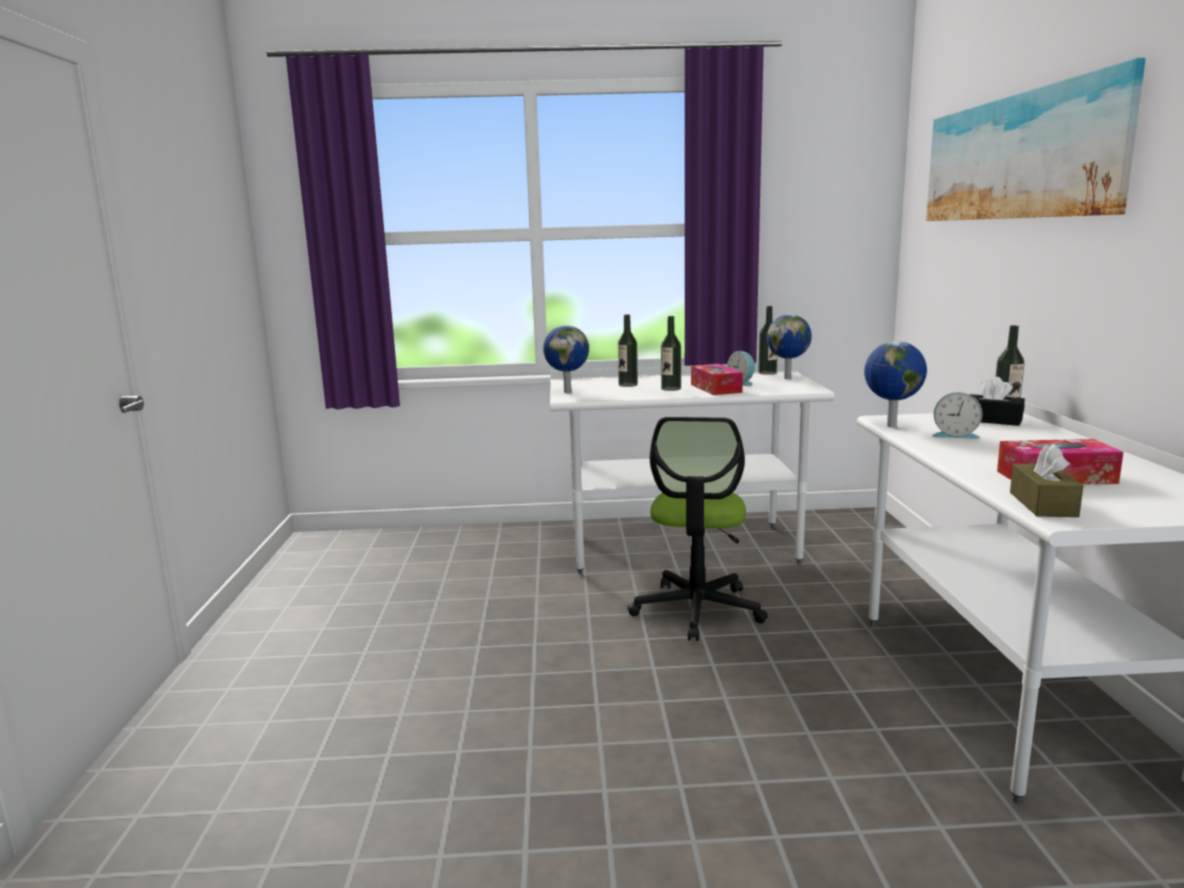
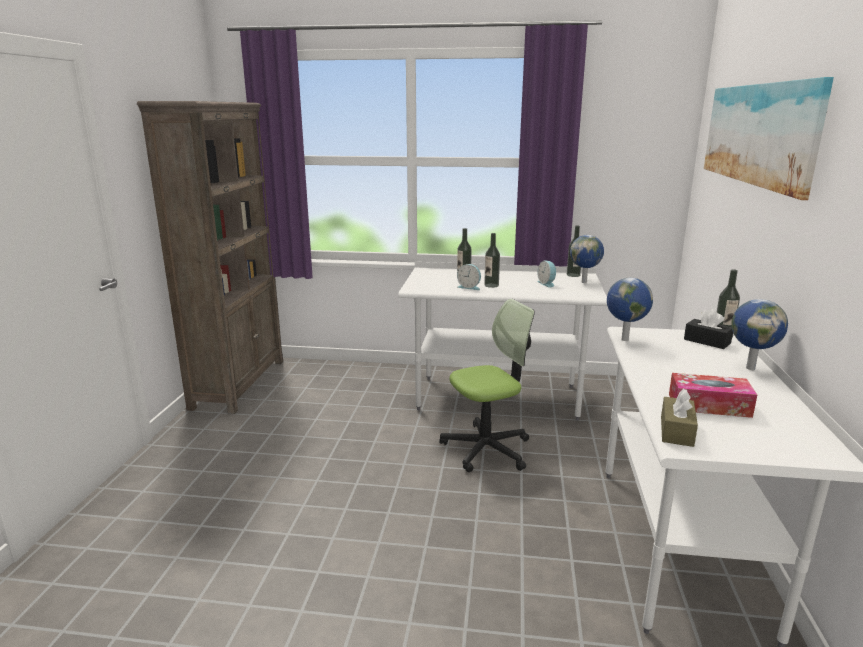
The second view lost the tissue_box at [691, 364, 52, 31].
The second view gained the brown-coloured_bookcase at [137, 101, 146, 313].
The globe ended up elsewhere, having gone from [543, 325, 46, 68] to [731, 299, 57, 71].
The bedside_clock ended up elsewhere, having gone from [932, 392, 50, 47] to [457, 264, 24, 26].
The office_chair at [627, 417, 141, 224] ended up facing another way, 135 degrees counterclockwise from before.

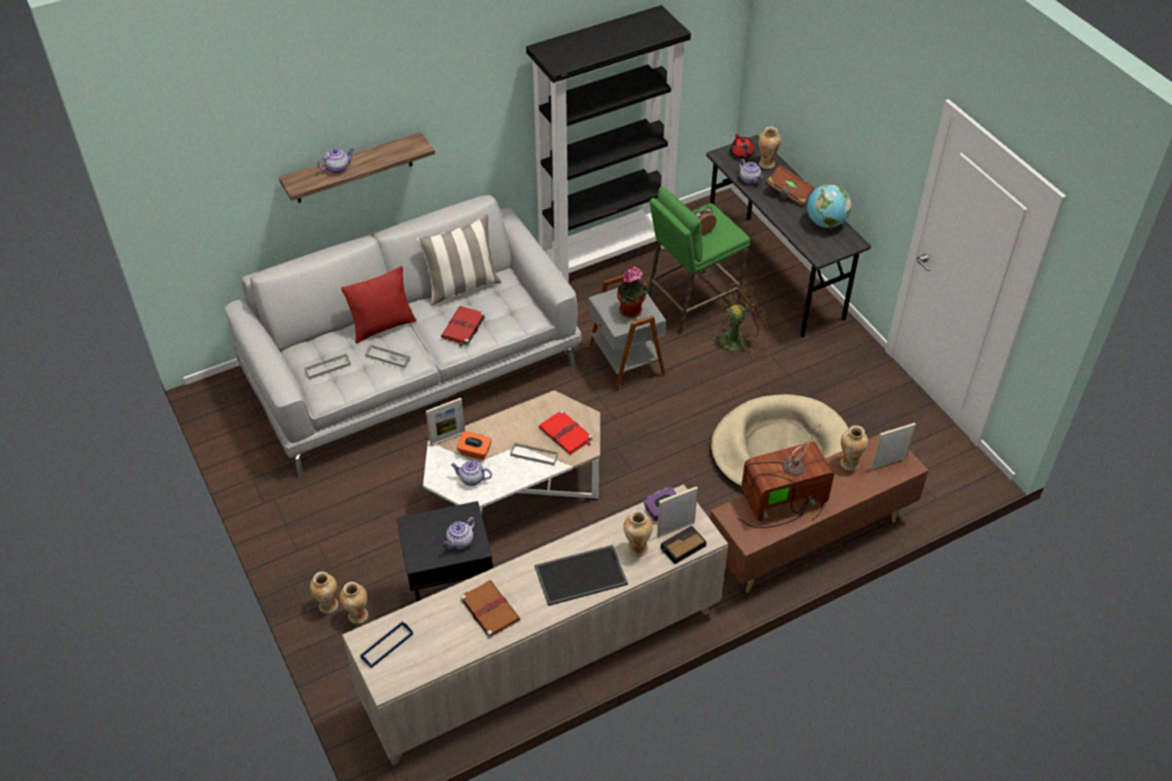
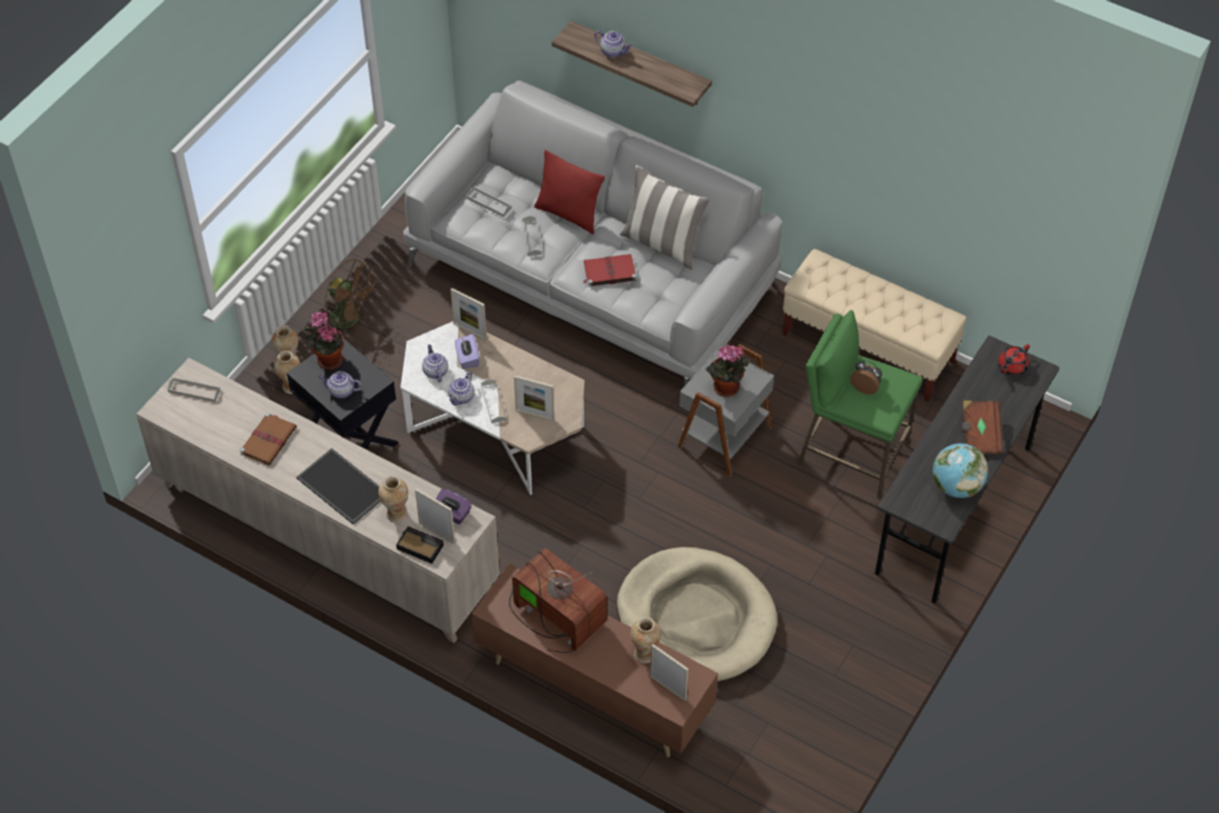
The second view lost the decorative_vase at [758, 127, 23, 42].
The second view gained the potted_plant at [304, 311, 40, 59].
The brown-coloured_electric_fan ended up elsewhere, having gone from [711, 280, 57, 73] to [325, 259, 53, 69].
The teapot ended up elsewhere, having gone from [739, 159, 24, 25] to [448, 372, 27, 33].
Where the black_bookcase stood at [526, 5, 165, 278], the sand-coloured_indoor_bench came to stand at [782, 249, 185, 153].
Where the red-coloured_volume stood at [539, 410, 54, 45], the photo_frame came to stand at [514, 375, 40, 46].
What was the blue-coloured_tray at [360, 622, 53, 46] turned into the grey_tray at [167, 377, 54, 25].
What was the orange-coloured_tissue_box at [457, 432, 35, 28] turned into the purple_tissue_box at [455, 334, 25, 35].

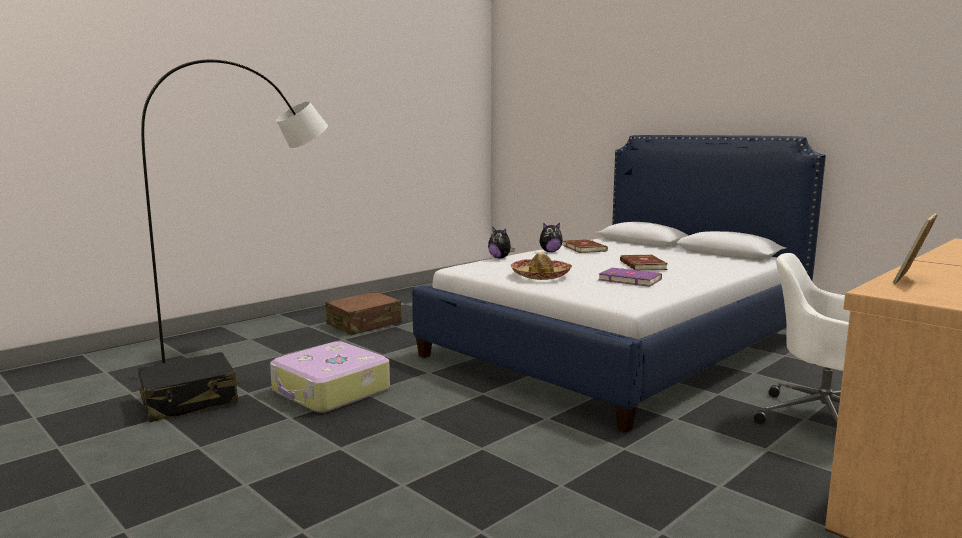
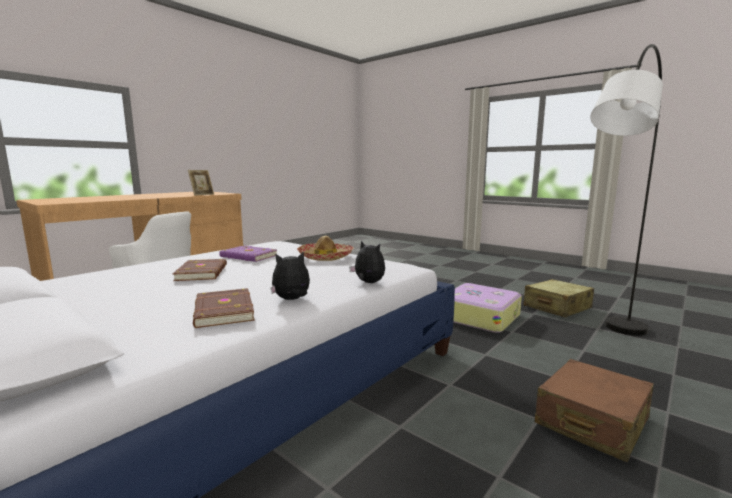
What was the black_travel_case at [138, 352, 102, 70] turned into the sand-coloured_travel_case at [523, 279, 71, 38].

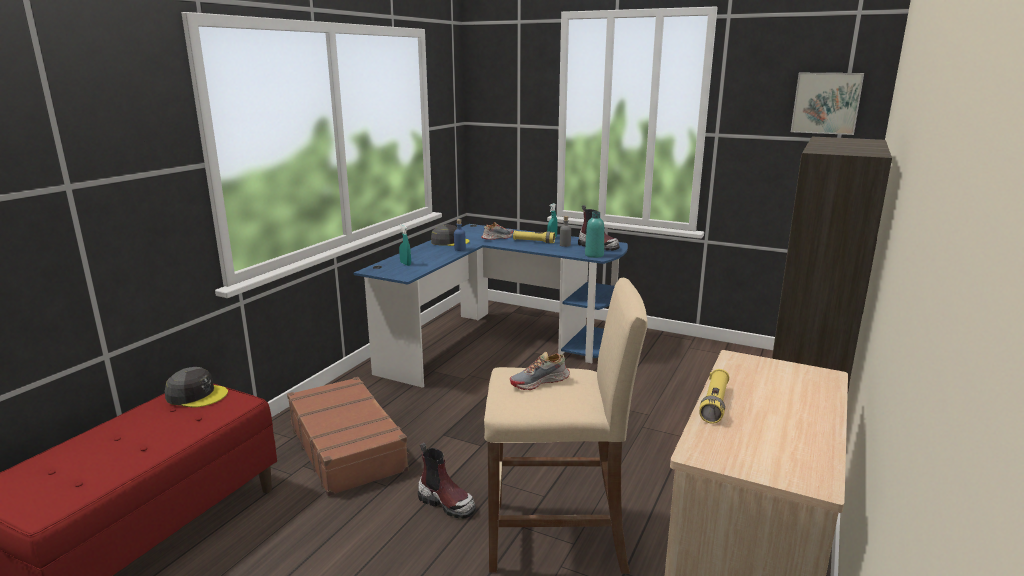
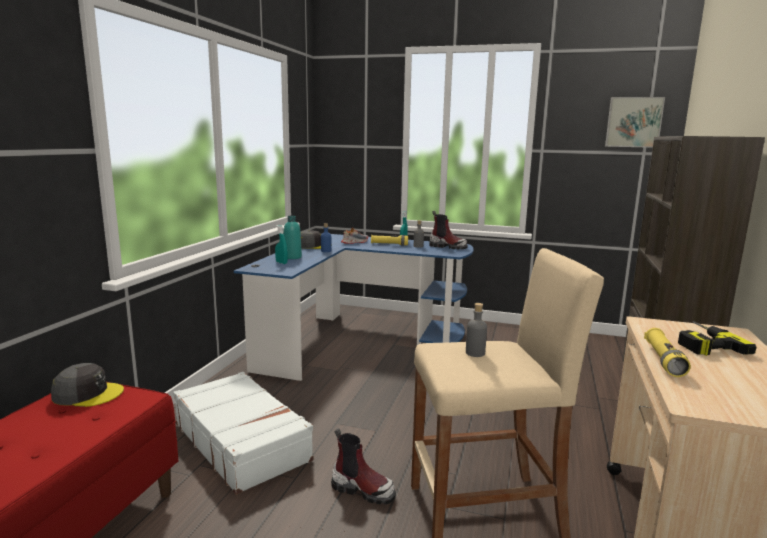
The second view gained the electric_drill at [678, 321, 78, 35].
The turquoise-coloured_beverage_bottle ended up elsewhere, having gone from [585, 211, 19, 47] to [284, 216, 18, 43].
Where the item_of_footwear stood at [510, 352, 60, 38], the grey_beverage_bottle came to stand at [466, 303, 21, 54].
What was the brown-coloured_travel_case at [287, 377, 122, 119] turned into the whitish_travel_case at [173, 372, 140, 123].

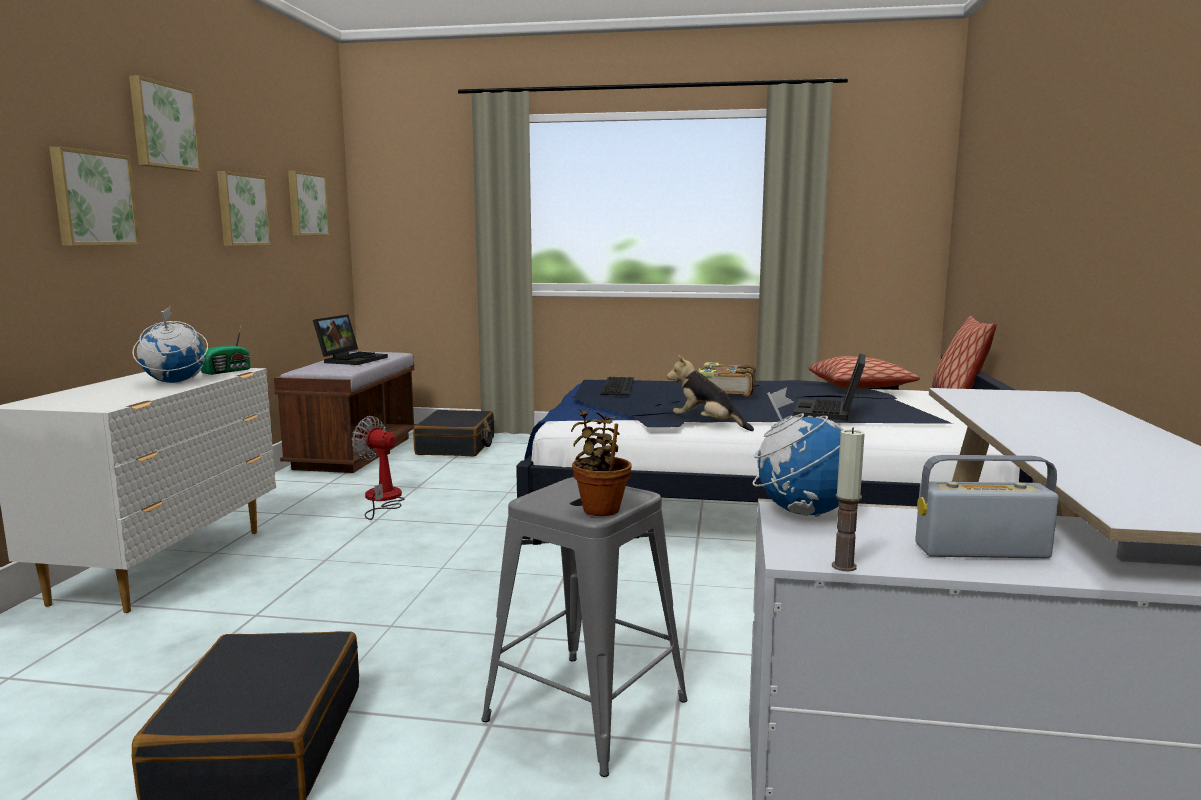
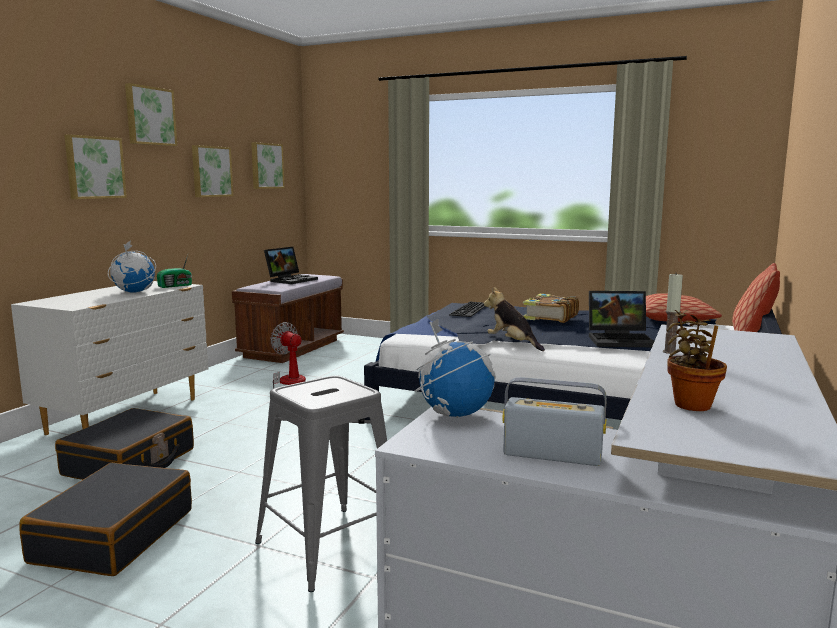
The black_travel_case ended up elsewhere, having gone from [413, 410, 81, 46] to [55, 408, 139, 72].
The potted_plant ended up elsewhere, having gone from [571, 408, 61, 108] to [667, 310, 60, 101].
The candle ended up elsewhere, having gone from [832, 428, 33, 143] to [663, 272, 20, 82].
The portable_computer at [793, 353, 72, 67] ended up facing another way, 120 degrees counterclockwise from before.

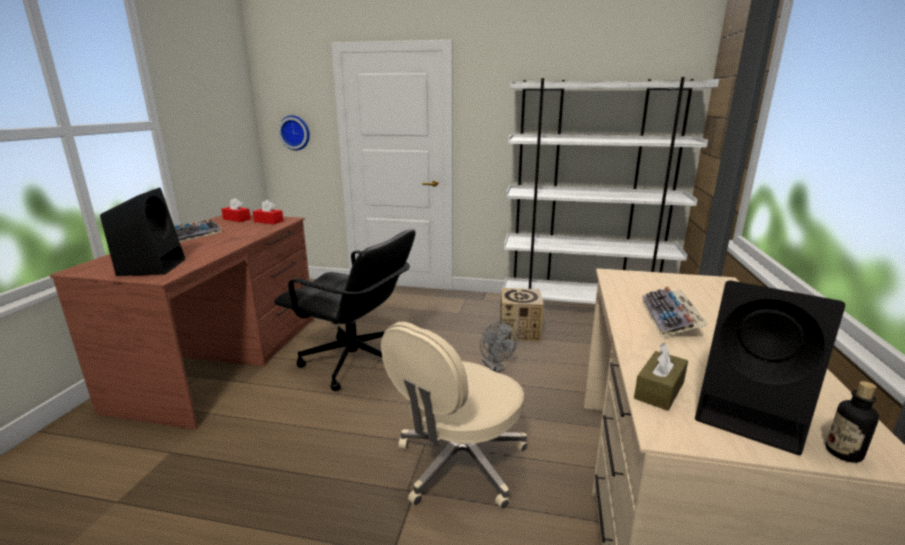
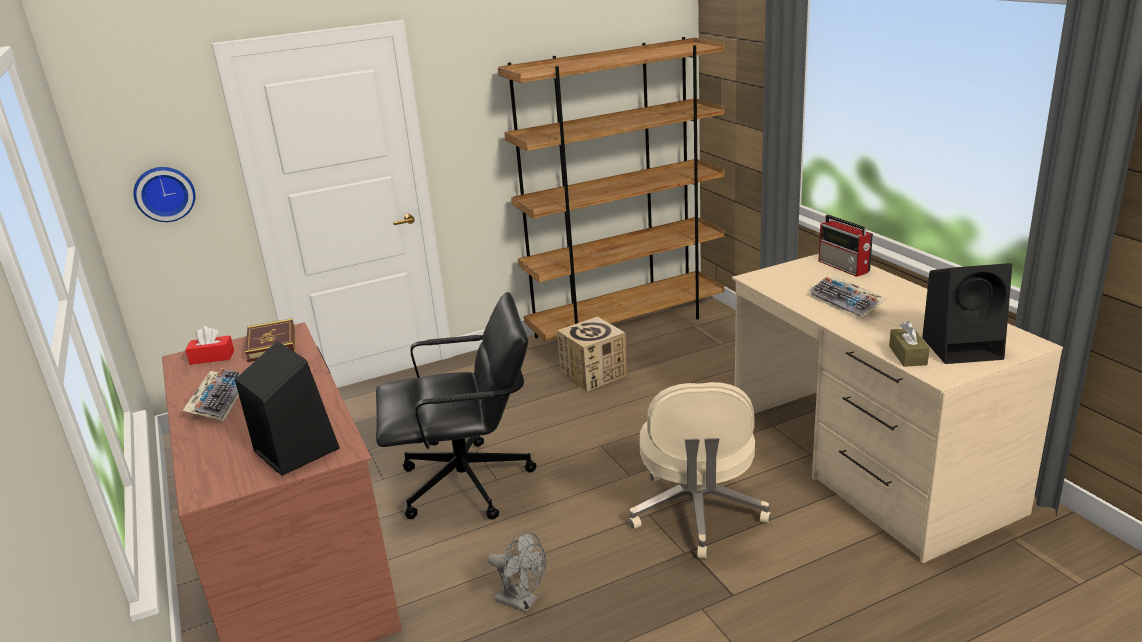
The second view lost the beverage_bottle at [826, 381, 53, 82].
The second view gained the radio_set at [818, 215, 55, 62].
The grey_electric_fan ended up elsewhere, having gone from [480, 322, 37, 50] to [488, 531, 58, 82].
Where the red-coloured_tissue_box stood at [253, 200, 30, 24], the volume came to stand at [245, 318, 50, 44].
What was the whitish_bookcase at [503, 77, 216, 227] turned into the brown-coloured_bookcase at [498, 37, 227, 305].

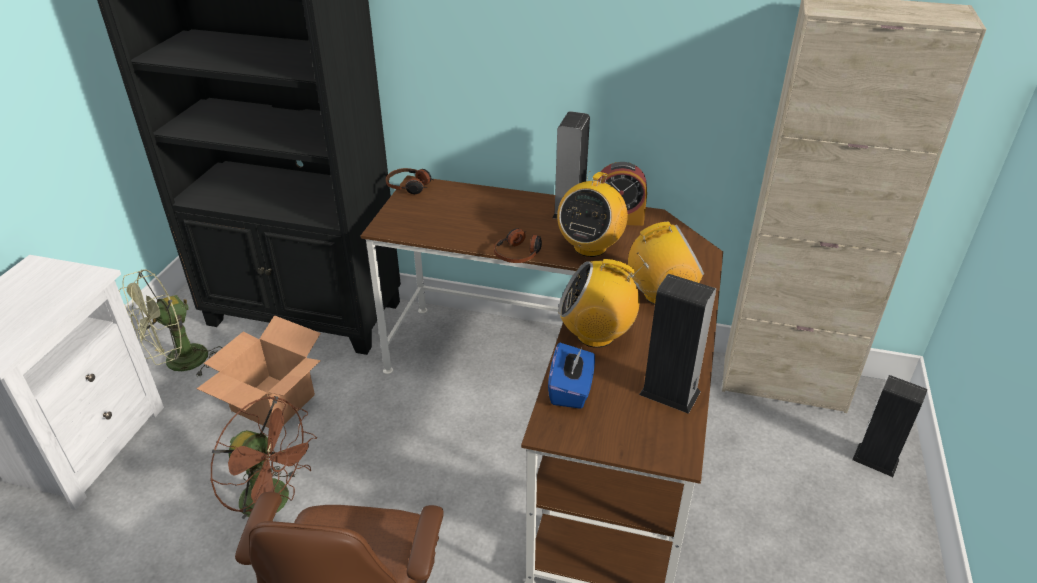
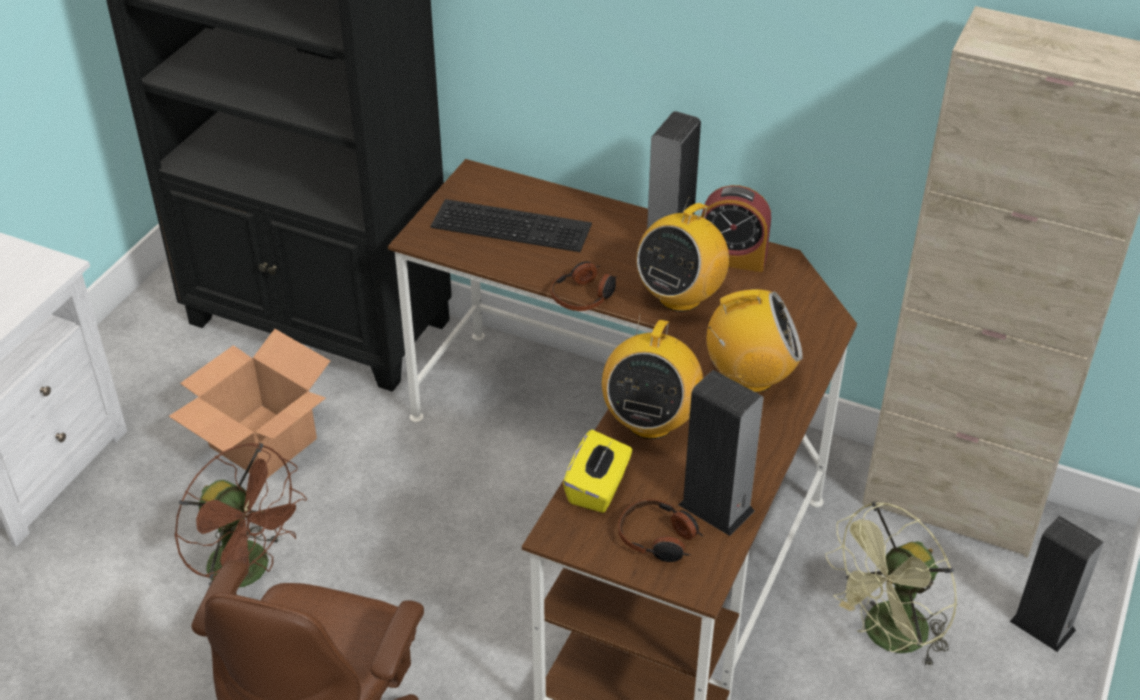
The second view gained the PC_keyboard at [431, 199, 161, 53].
The greenish_electric_fan ended up elsewhere, having gone from [119, 269, 103, 109] to [825, 501, 132, 168].
The pair_of_headphones ended up elsewhere, having gone from [386, 168, 47, 26] to [618, 499, 86, 63].
What was the blue-coloured_tissue_box at [548, 343, 47, 66] turned into the yellow_tissue_box at [563, 430, 69, 83].
The radio_set at [558, 259, 87, 89] ended up facing another way, 90 degrees counterclockwise from before.

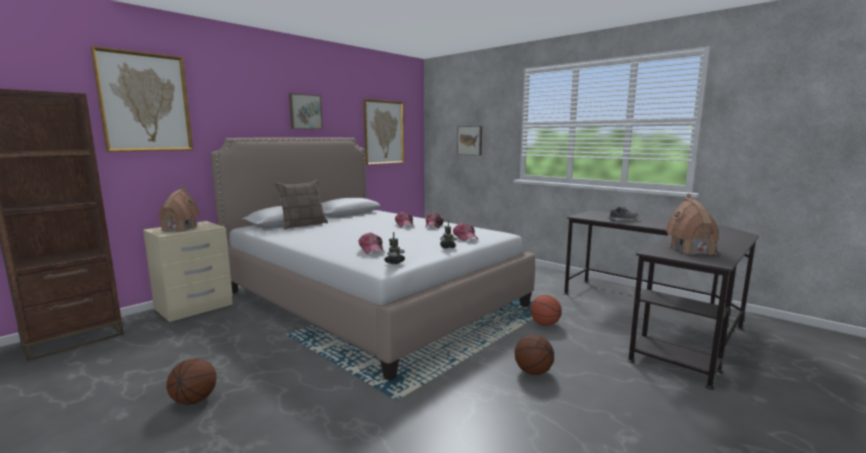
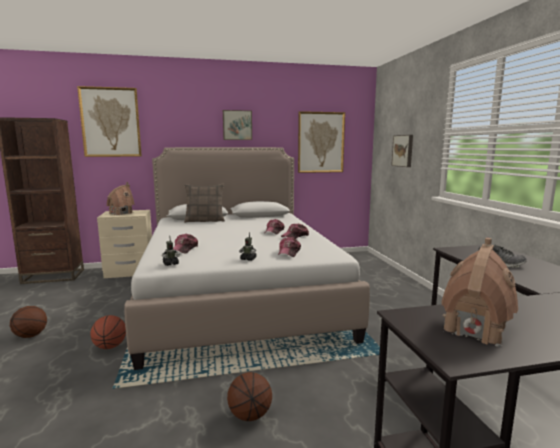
The basketball_ball ended up elsewhere, having gone from [530, 295, 32, 31] to [91, 315, 35, 34].

